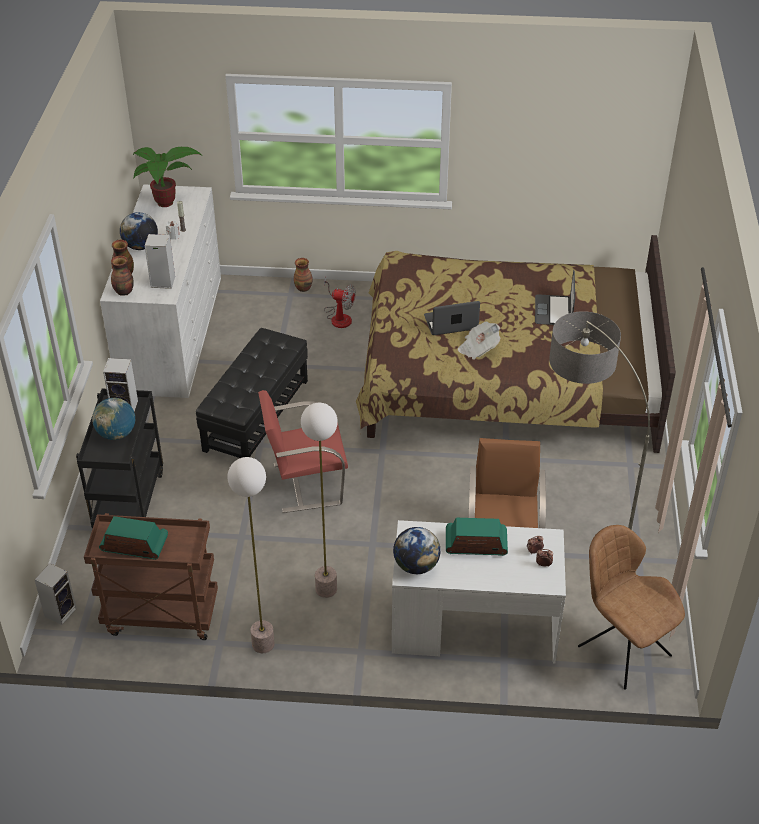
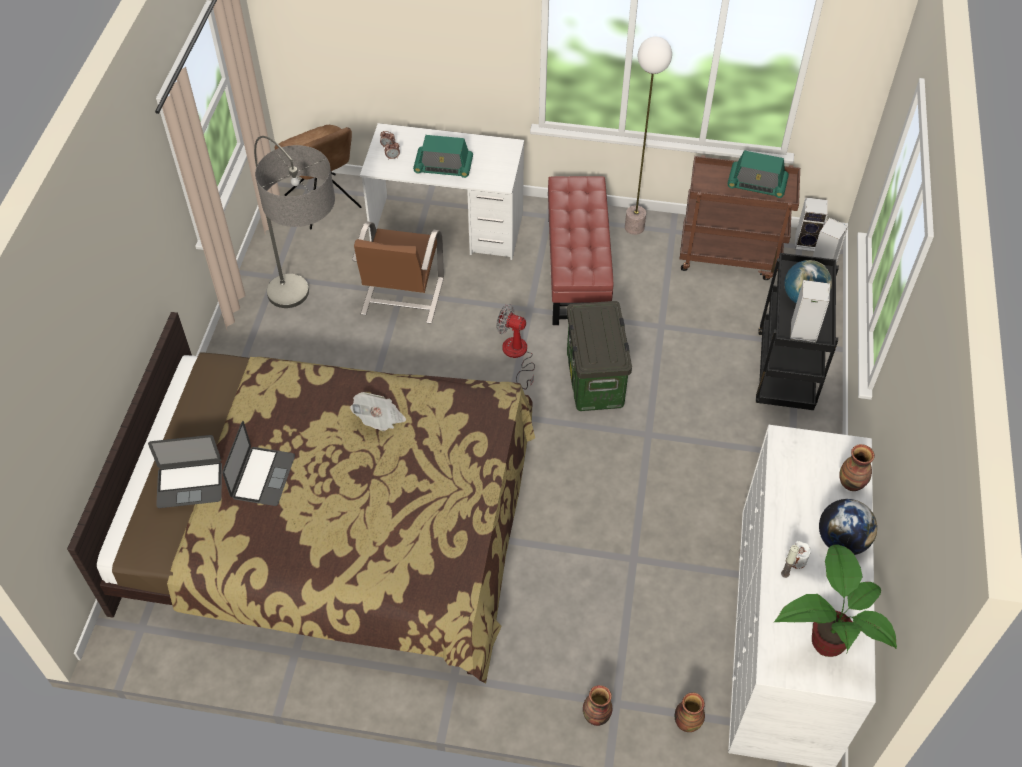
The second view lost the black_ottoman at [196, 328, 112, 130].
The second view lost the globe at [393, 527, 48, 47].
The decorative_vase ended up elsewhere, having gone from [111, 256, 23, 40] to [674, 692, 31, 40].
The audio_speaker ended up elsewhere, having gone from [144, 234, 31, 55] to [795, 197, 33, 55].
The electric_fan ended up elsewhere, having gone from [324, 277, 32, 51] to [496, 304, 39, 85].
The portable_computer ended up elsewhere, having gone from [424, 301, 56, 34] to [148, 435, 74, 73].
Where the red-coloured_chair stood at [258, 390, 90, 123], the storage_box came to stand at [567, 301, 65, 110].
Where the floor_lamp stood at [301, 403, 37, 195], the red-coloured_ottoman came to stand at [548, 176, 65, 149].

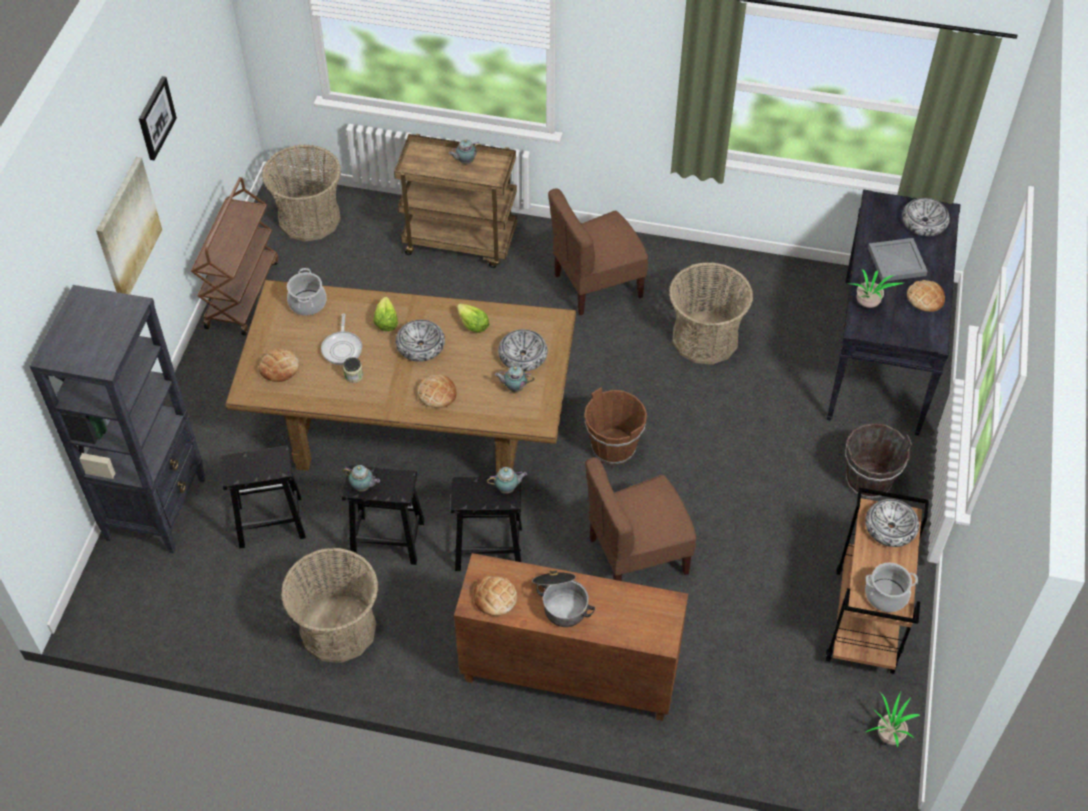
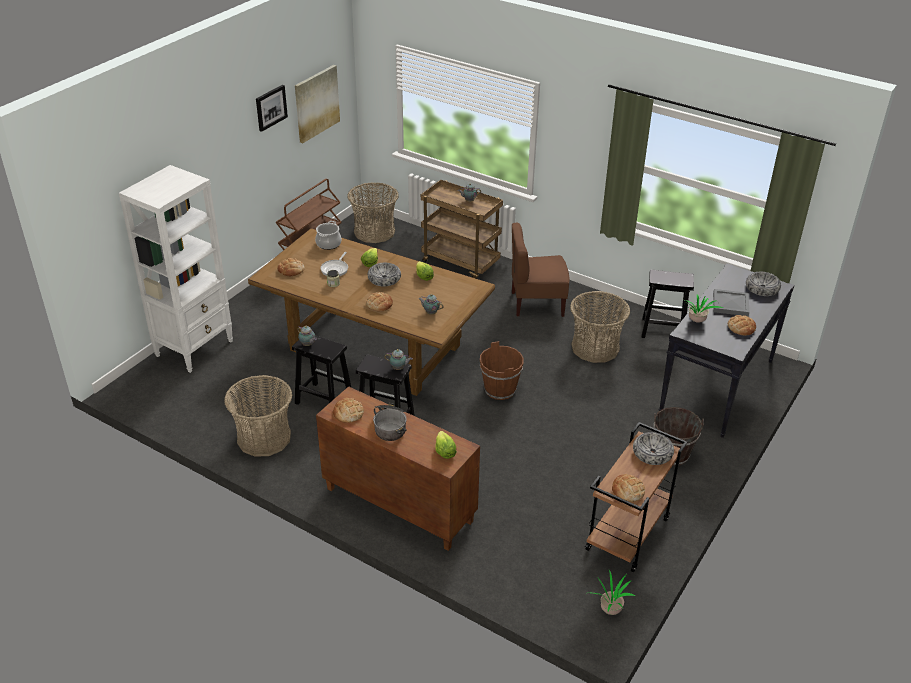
The second view lost the bowl at [498, 329, 50, 43].
The second view lost the brown-coloured_chair at [585, 457, 111, 124].
The second view gained the lettuce at [435, 431, 22, 28].
The picture ended up elsewhere, having gone from [96, 157, 66, 137] to [295, 65, 45, 78].
The black_stool_seat ended up elsewhere, having gone from [220, 445, 86, 104] to [641, 269, 53, 69].
Where the stockpot stood at [865, 563, 53, 49], the bread came to stand at [612, 474, 33, 28].
What was the black_bookcase at [30, 285, 176, 269] turned into the whitish_bookcase at [119, 165, 114, 208].

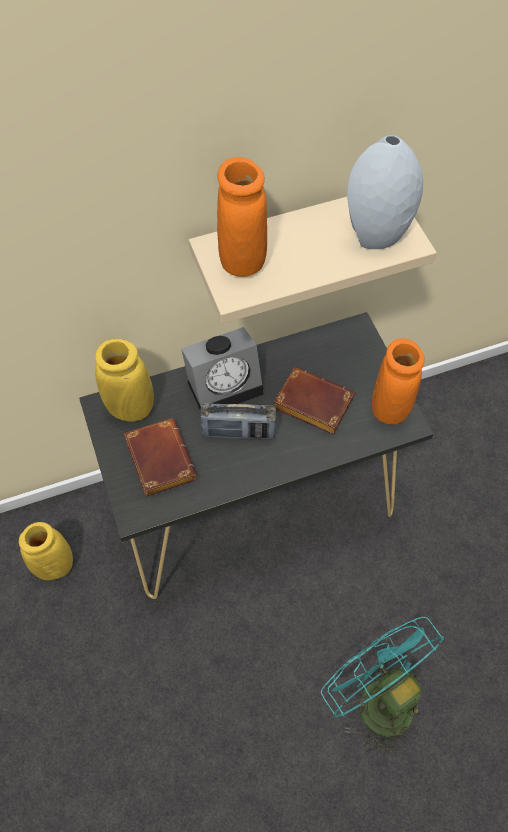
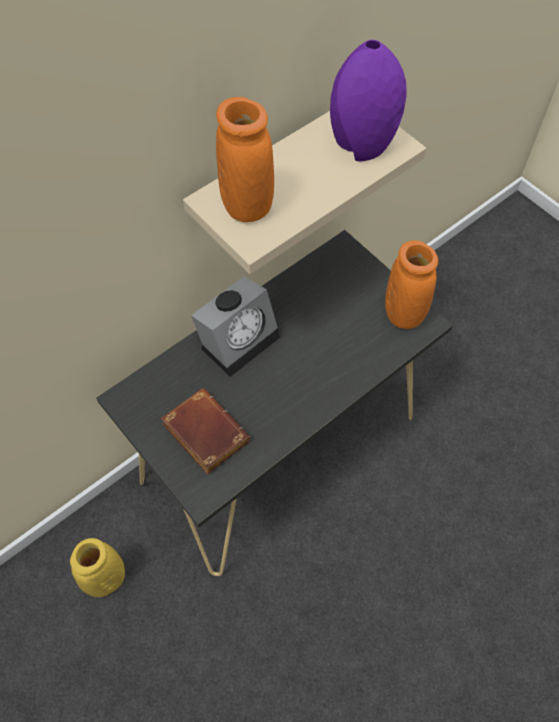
The second view lost the yellow_decorative_vase at [95, 339, 59, 82].
The second view lost the radio_set at [200, 404, 76, 36].
The second view lost the brown-coloured_volume at [274, 367, 81, 68].
The second view lost the turquoise-coloured_electric_fan at [321, 617, 123, 140].
What was the grey_decorative_vase at [347, 135, 76, 114] turned into the purple_decorative_vase at [330, 40, 76, 121].

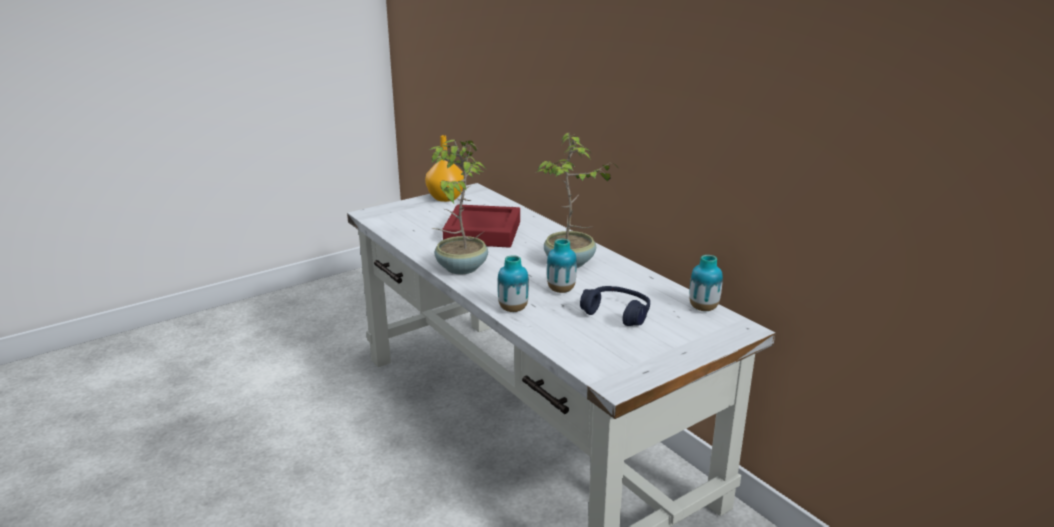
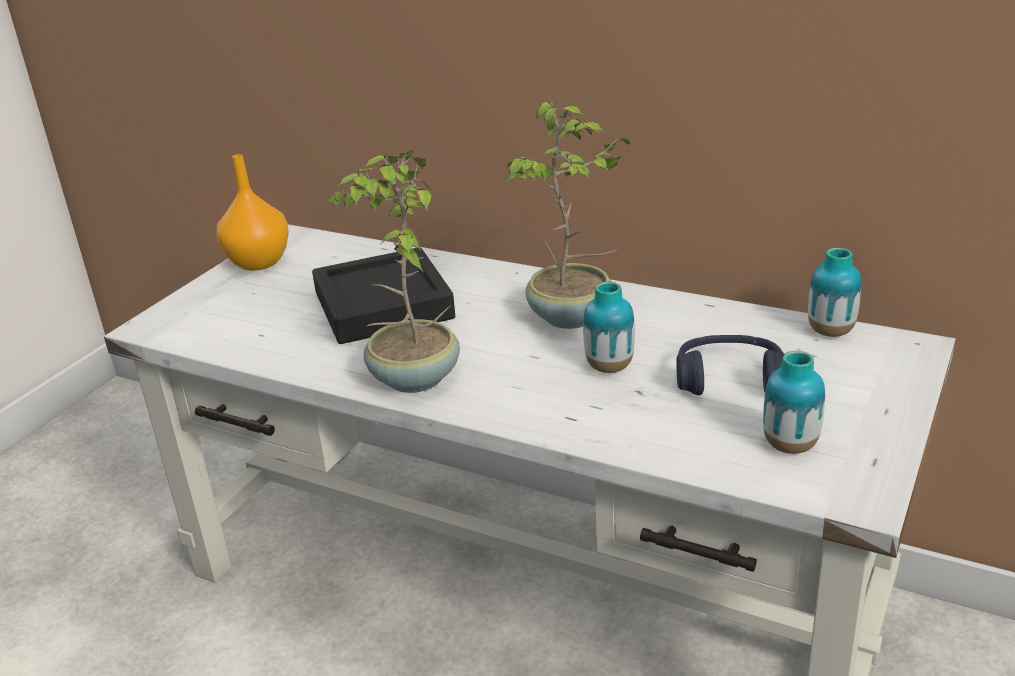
The decorative_vase ended up elsewhere, having gone from [497, 255, 32, 57] to [763, 351, 62, 103].
What was the red-coloured_tray at [442, 204, 78, 44] turned into the black_tray at [312, 247, 143, 97].

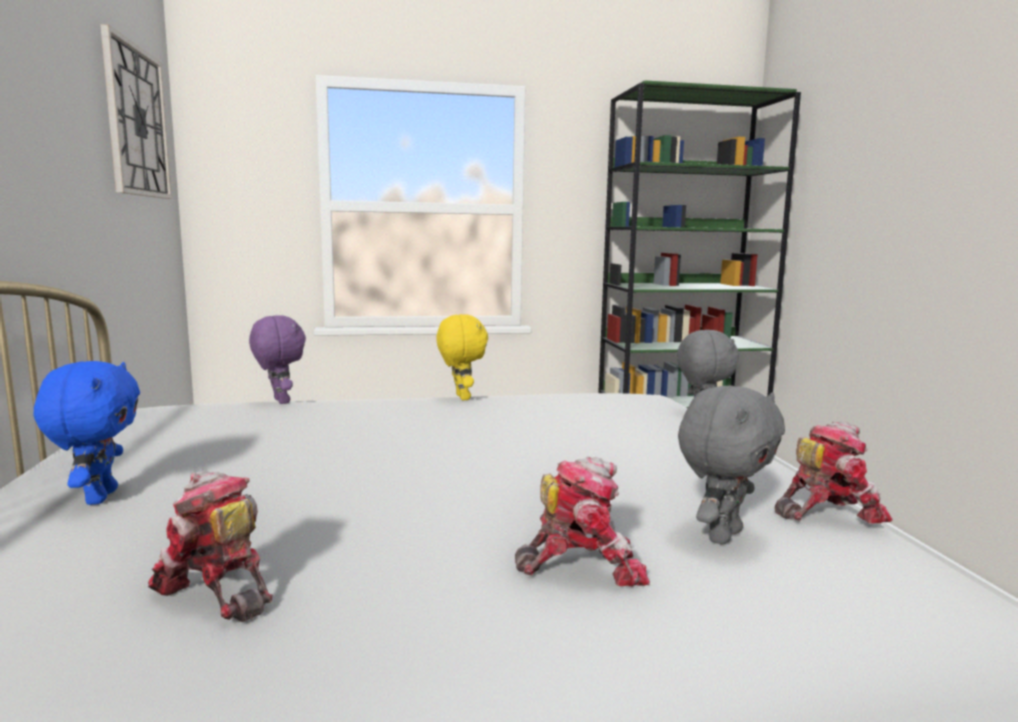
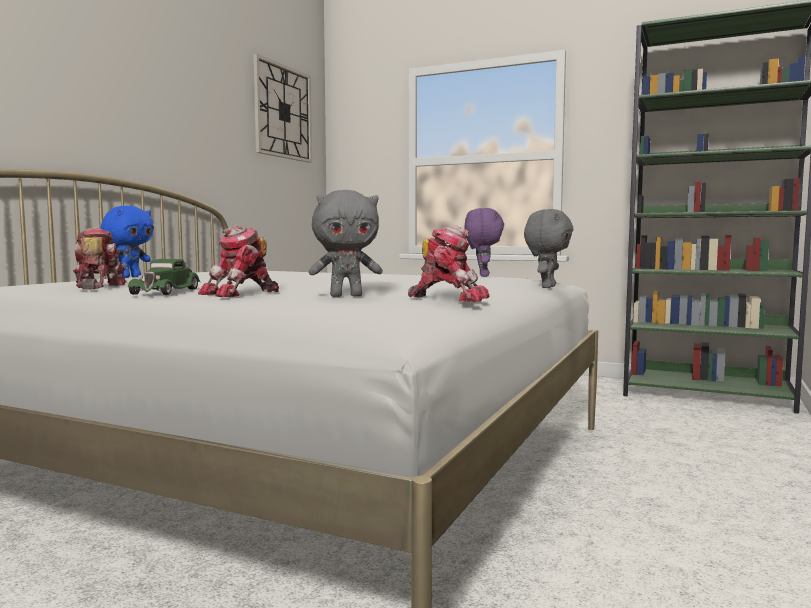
The second view lost the yellow_cuddly_toy at [436, 314, 52, 86].
The second view gained the greenish_model_car at [128, 259, 72, 36].
The purple_cuddly_toy ended up elsewhere, having gone from [249, 315, 57, 89] to [464, 208, 40, 69].
The robot_figure at [515, 457, 135, 129] ended up facing another way, 105 degrees clockwise from before.

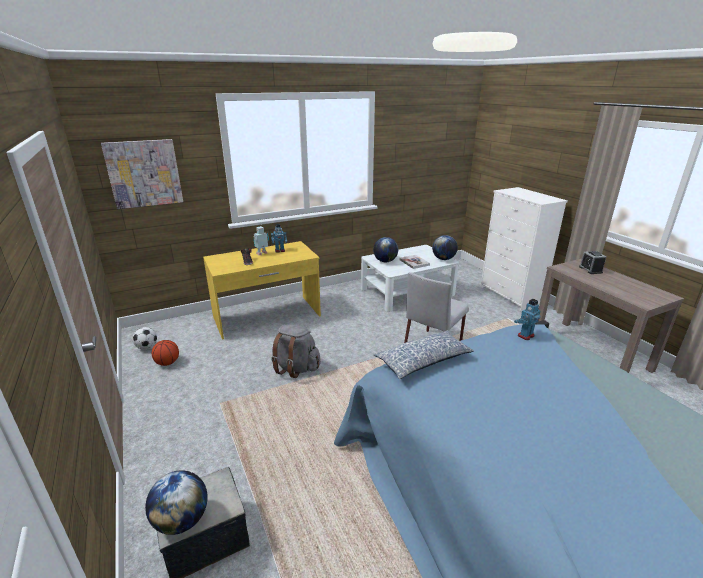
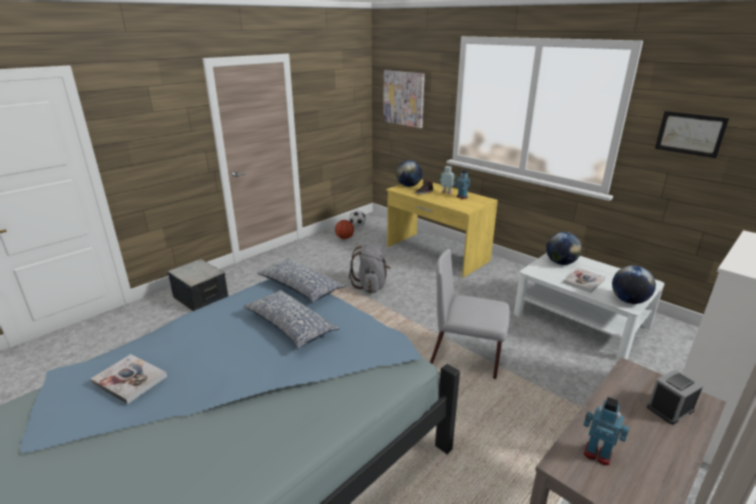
The second view gained the volume at [91, 354, 76, 50].
The second view gained the throw_pillow at [243, 289, 97, 59].
The second view gained the picture at [655, 111, 74, 47].
The globe ended up elsewhere, having gone from [145, 470, 63, 65] to [396, 160, 26, 27].
The robot_figure ended up elsewhere, having gone from [514, 299, 27, 41] to [584, 397, 45, 68].

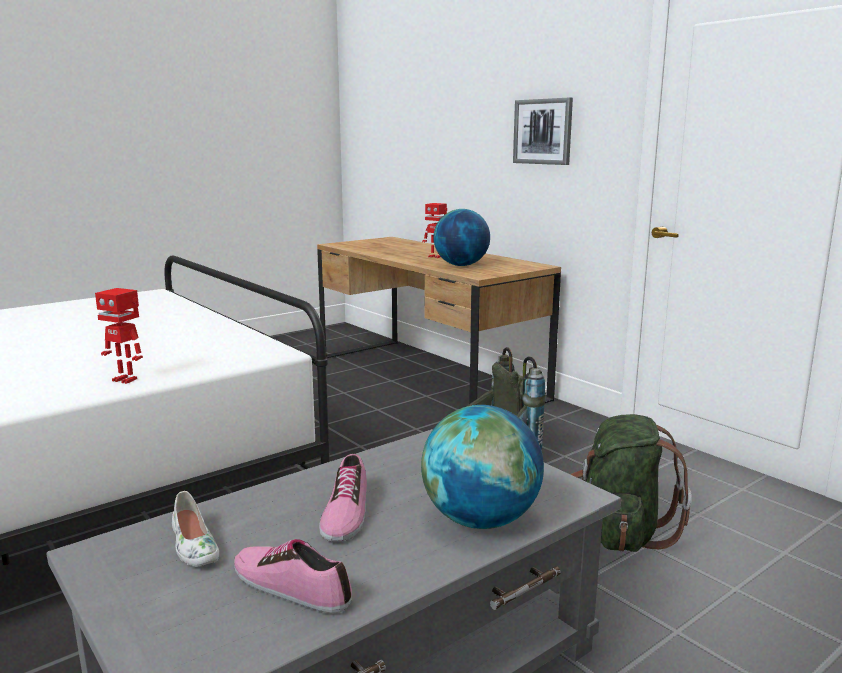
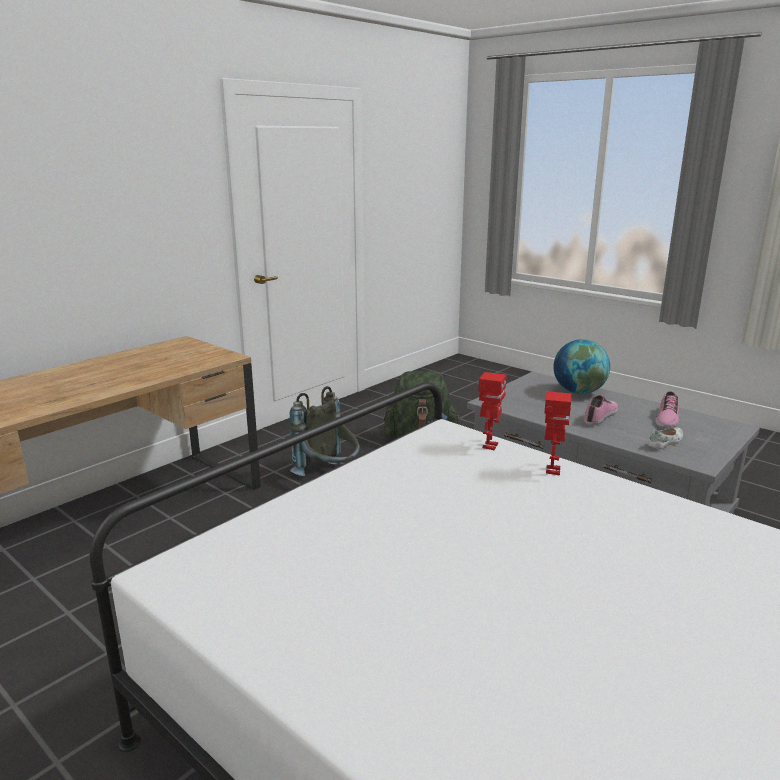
The second view lost the globe at [433, 209, 57, 57].
The second view lost the picture at [513, 97, 60, 68].
The robot_figure ended up elsewhere, having gone from [422, 203, 25, 55] to [478, 372, 29, 79].
The item_of_footwear at [319, 453, 48, 88] ended up facing another way, 45 degrees counterclockwise from before.

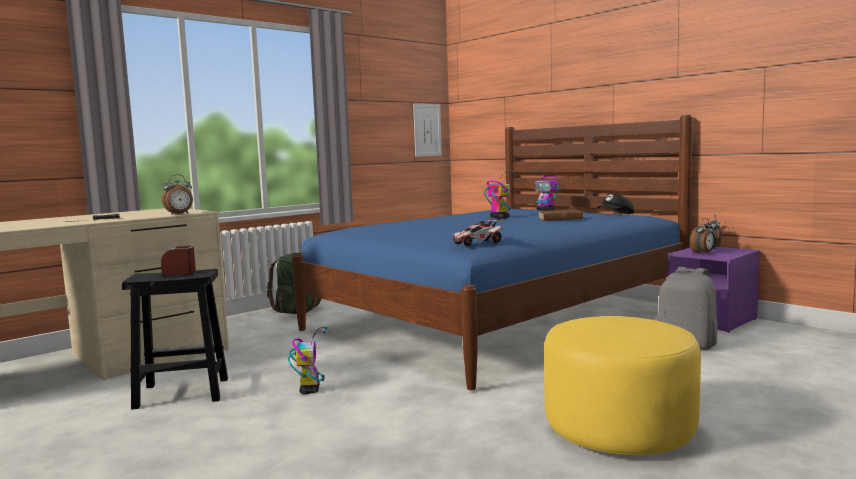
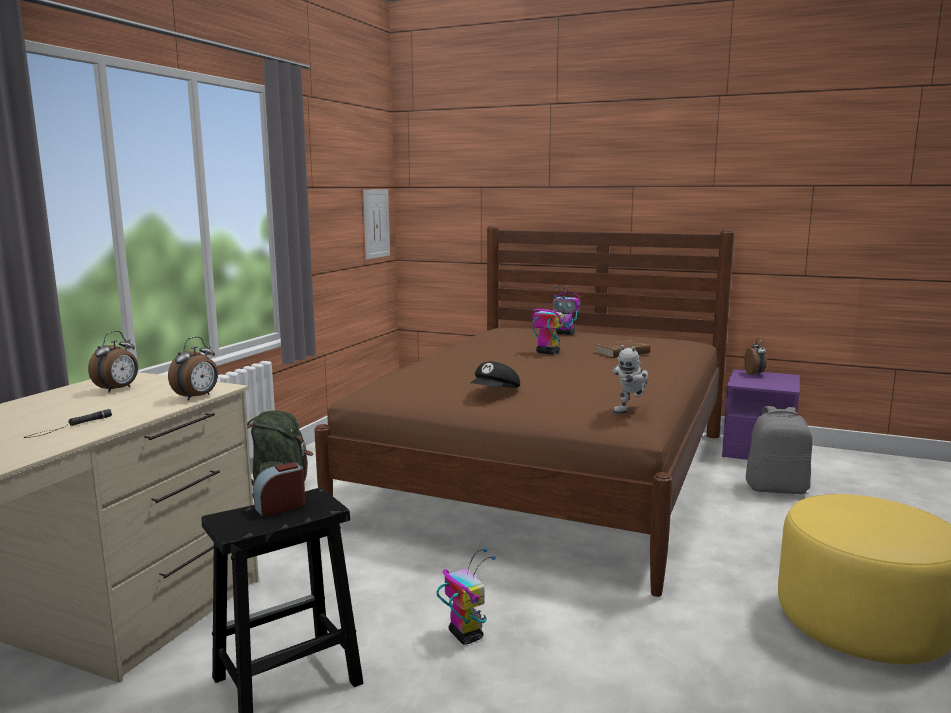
The black_baseball_cap ended up elsewhere, having gone from [597, 194, 37, 20] to [470, 361, 50, 27].
The bedside_clock ended up elsewhere, having gone from [690, 218, 25, 37] to [88, 331, 50, 61].
Where the model_car stood at [451, 217, 53, 29], the robot_figure came to stand at [613, 345, 35, 69].
What was the blue-coloured_sleeping_bed at [292, 115, 401, 275] turned into the brown-coloured_sleeping_bed at [314, 226, 420, 371].

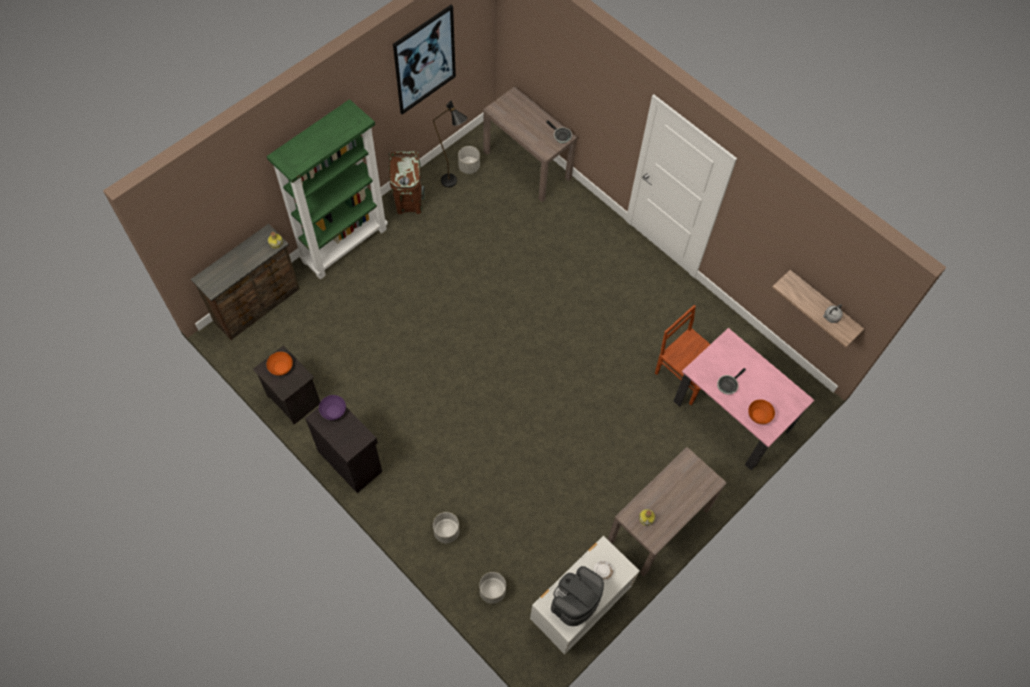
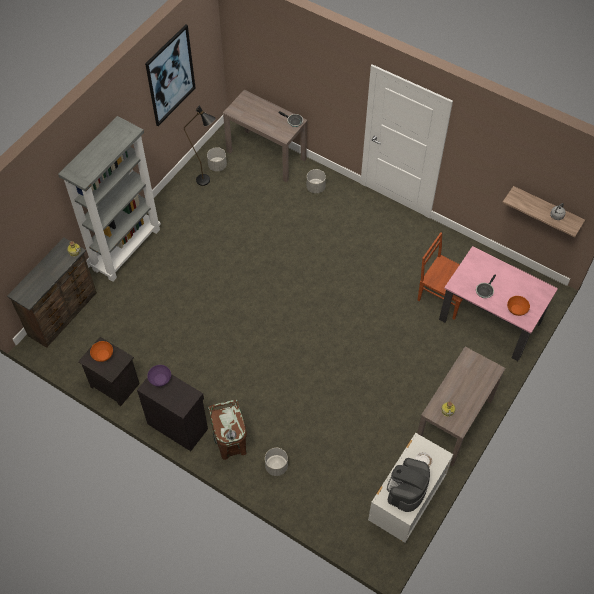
The brown-coloured_trash_can ended up elsewhere, having gone from [389, 151, 36, 63] to [207, 400, 40, 60].
The grey_plant_pot ended up elsewhere, having gone from [479, 572, 27, 32] to [307, 169, 19, 24].
What was the greenish_bookcase at [267, 99, 121, 181] turned into the grey_bookcase at [58, 116, 103, 166].

